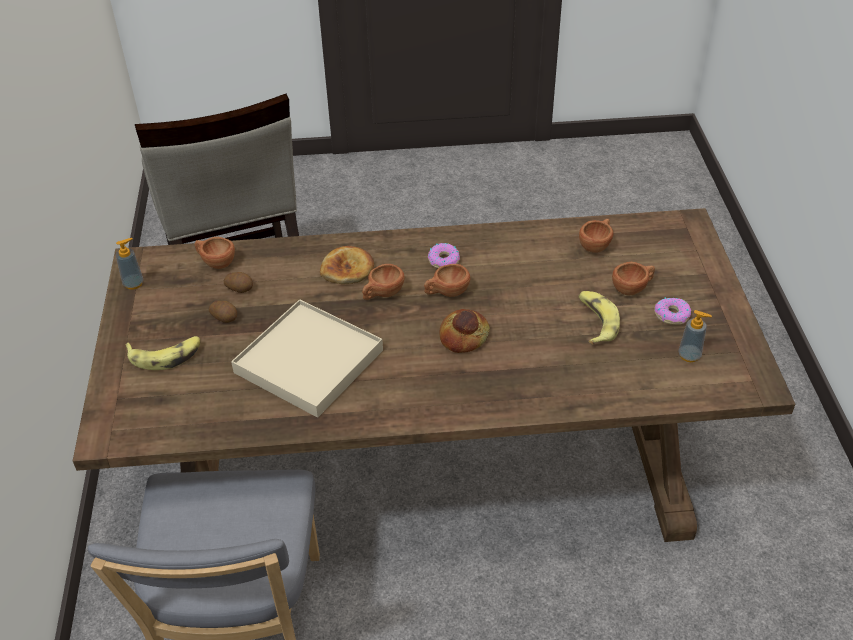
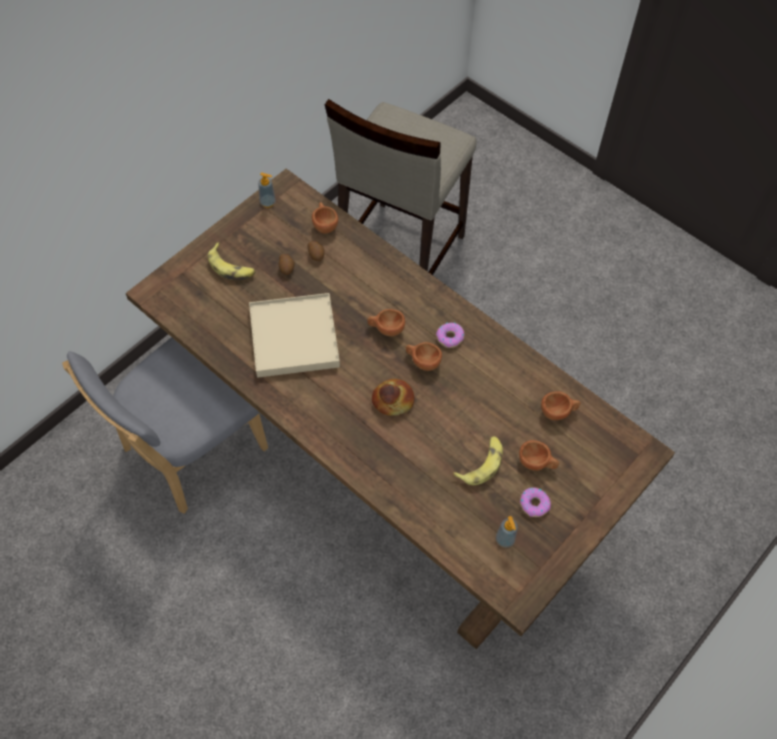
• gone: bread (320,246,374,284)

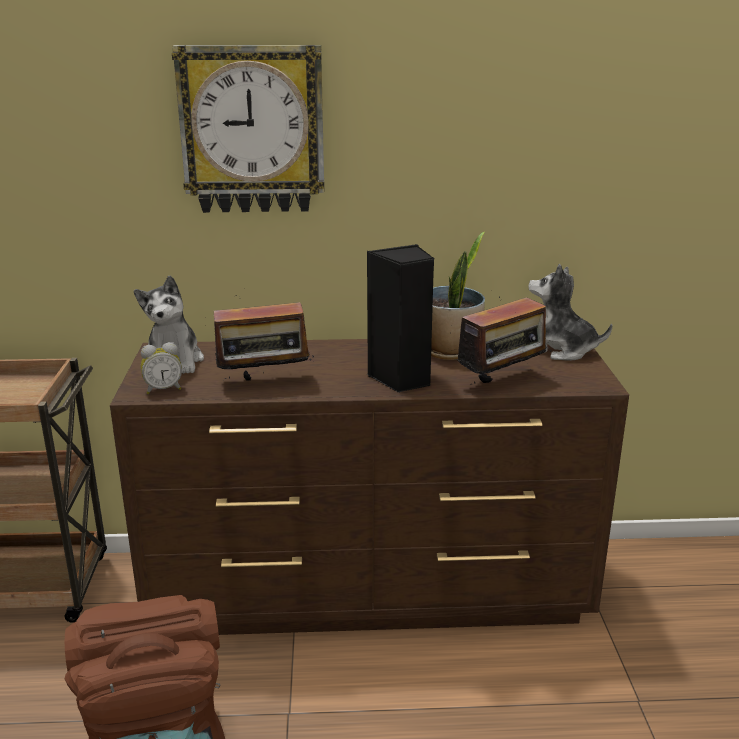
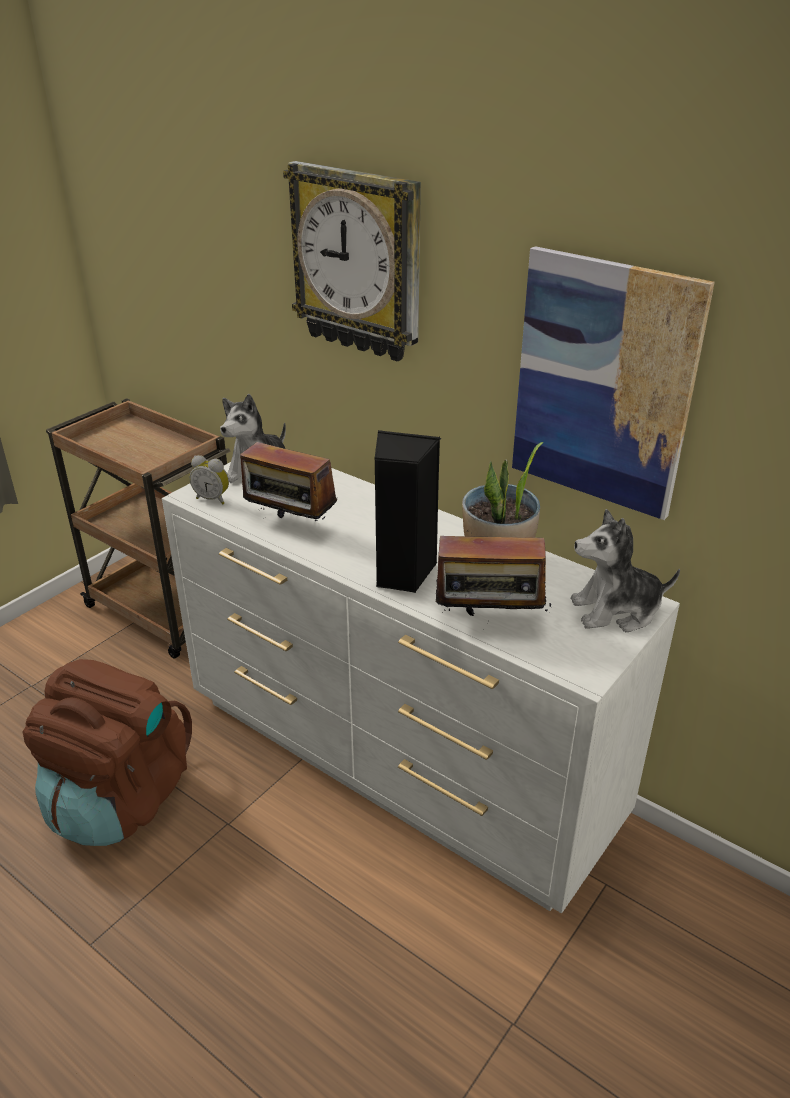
• rotated: plush toy (528,264,613,361) = (570,509,680,632) 75 degrees counterclockwise
• repainted: drawer chest (brown-coloured) (110,339,629,635) to drawer chest (white-coloured) (162,462,680,913)
• new: wall art (512,246,715,520)

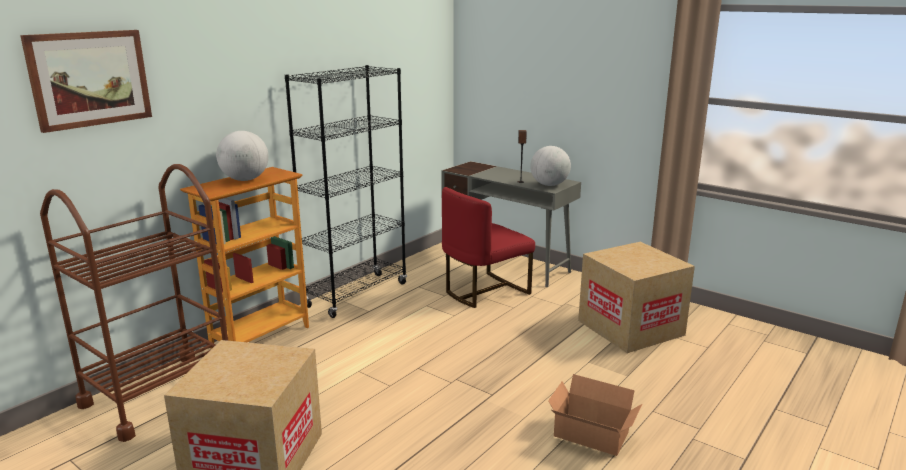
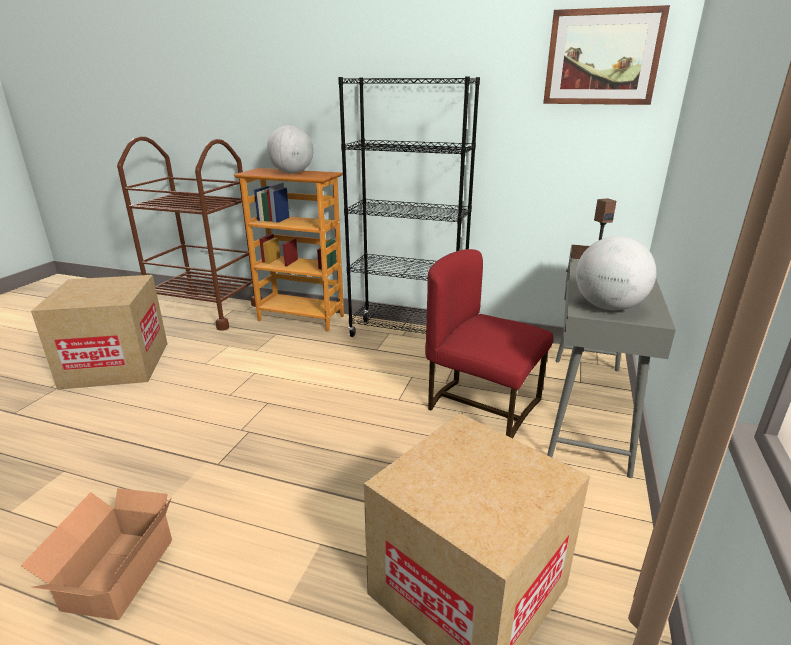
• shifted: wall art (20,30,152,133) to (543,5,670,105)

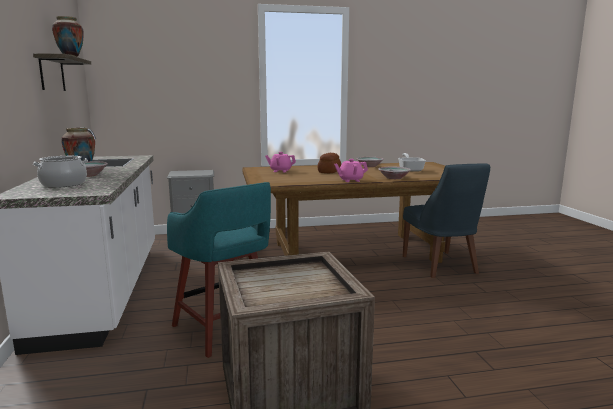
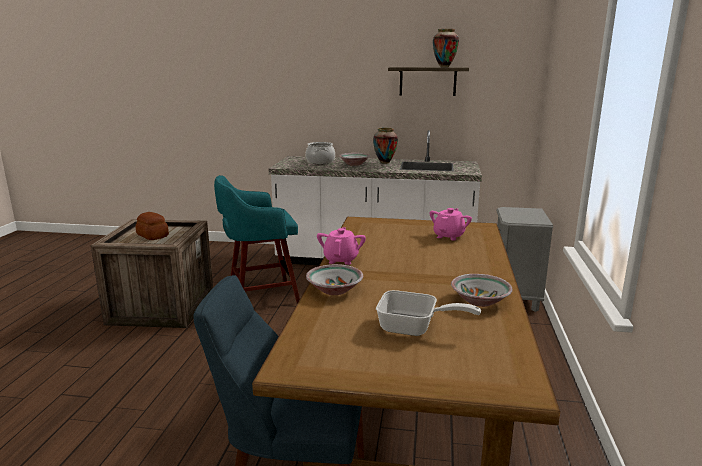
• shifted: bread (318,153,341,173) to (135,212,169,240)

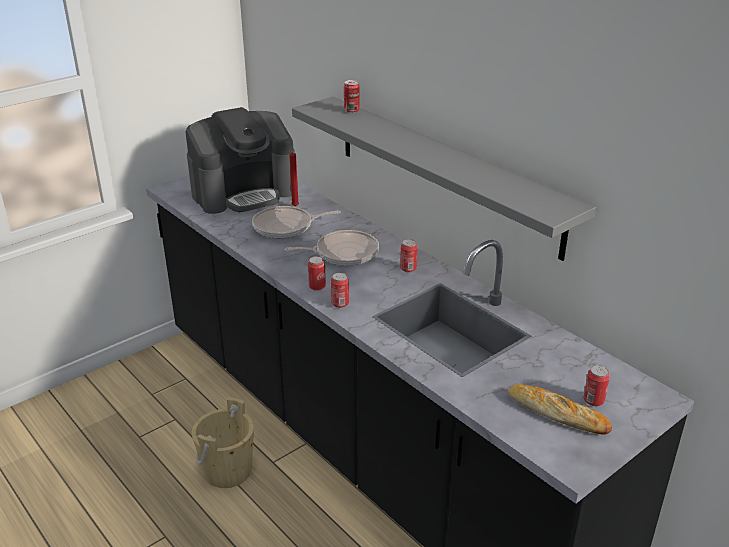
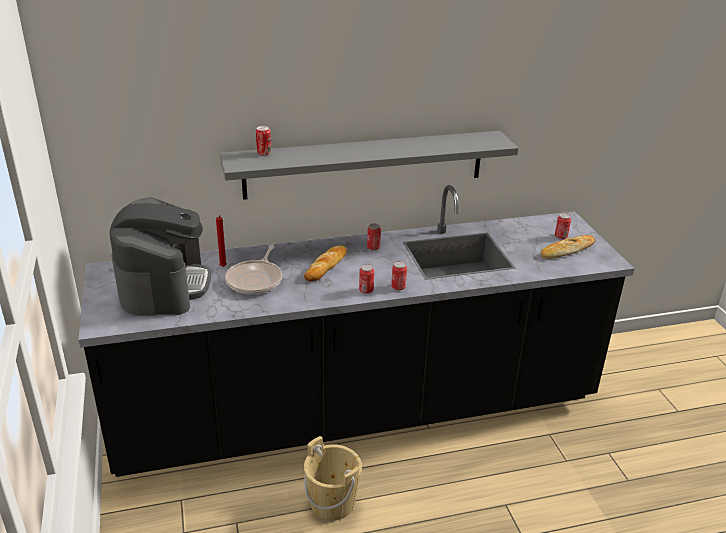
• swapped: frying pan (285,230,379,266) to bread (304,245,347,282)

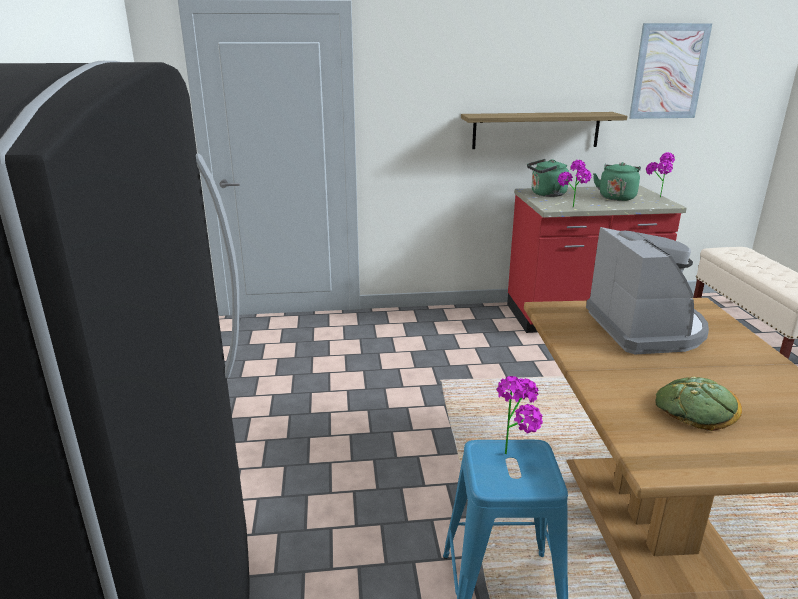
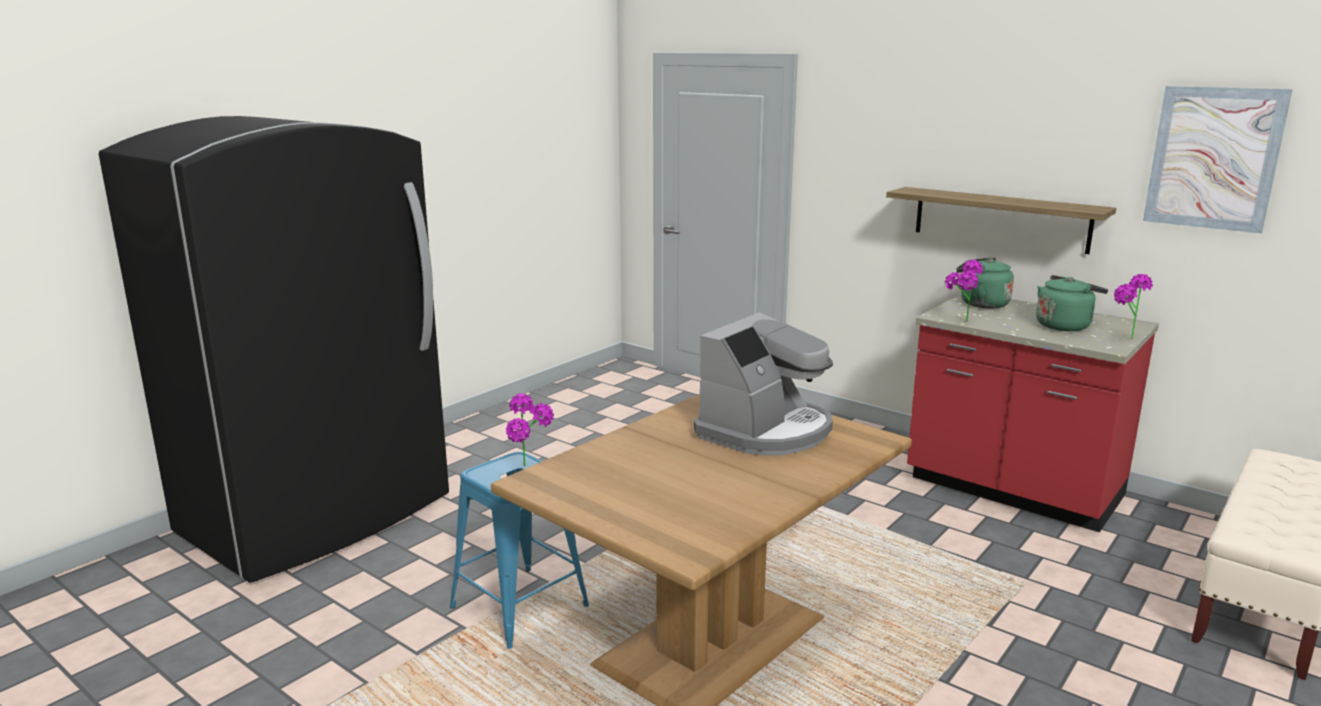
• gone: bread (656,377,742,431)

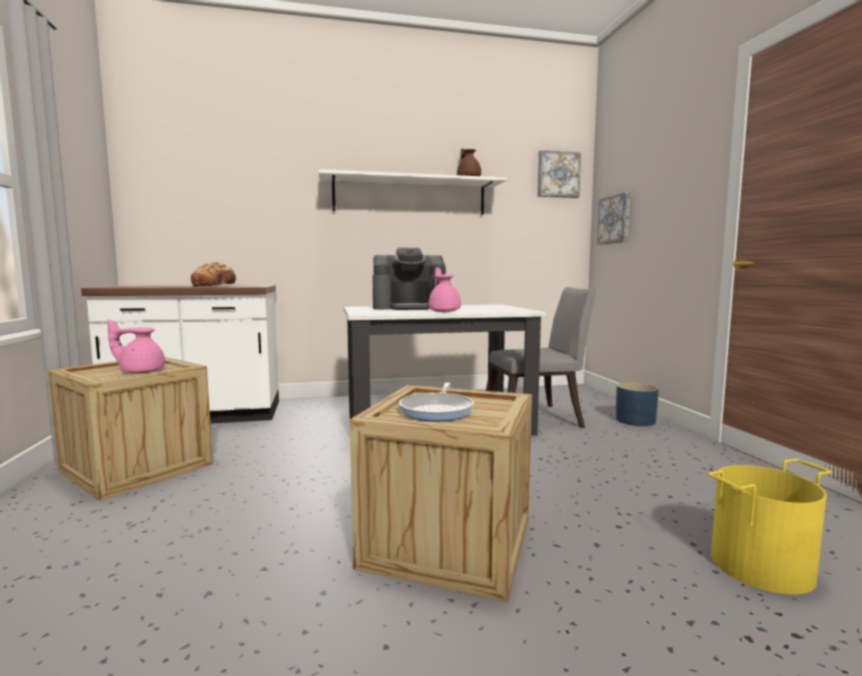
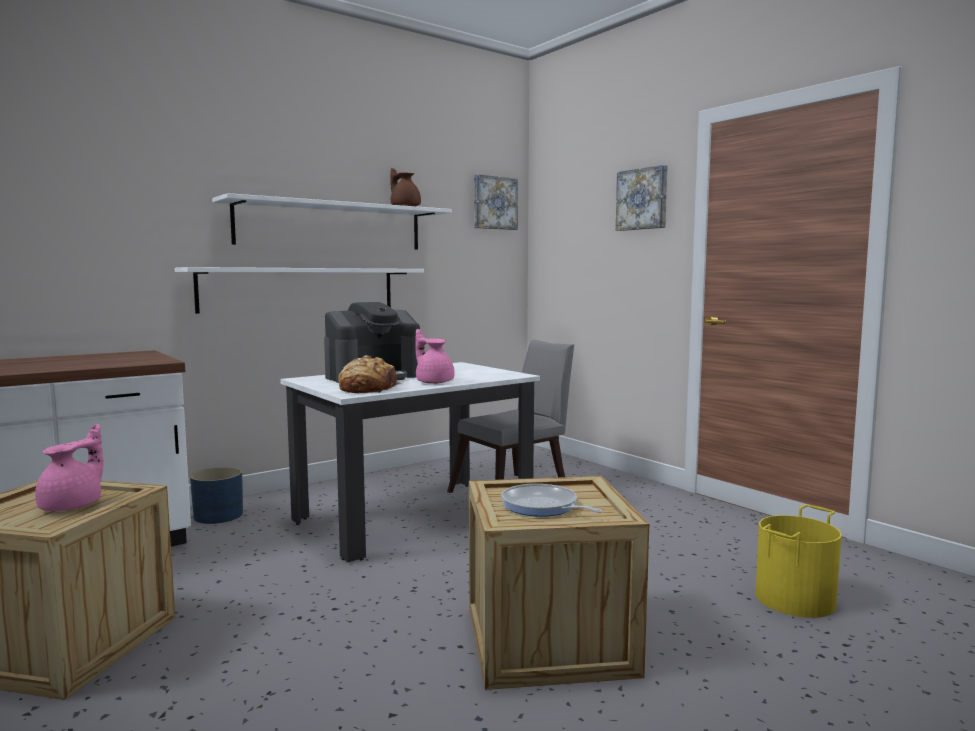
• shifted: wall art (597,192,630,245) to (616,165,668,231)
• shifted: bread (191,262,238,287) to (338,355,404,393)
• rotated: tea pot (pink-coloured) (107,319,165,373) = (35,424,104,511) 135 degrees clockwise
• rotated: frying pan (399,382,474,421) = (501,484,603,517) 150 degrees clockwise
• shifted: planter (blue) (616,382,659,426) to (190,467,243,524)
• new: bracket shelf (white-coloured) (175,267,424,314)

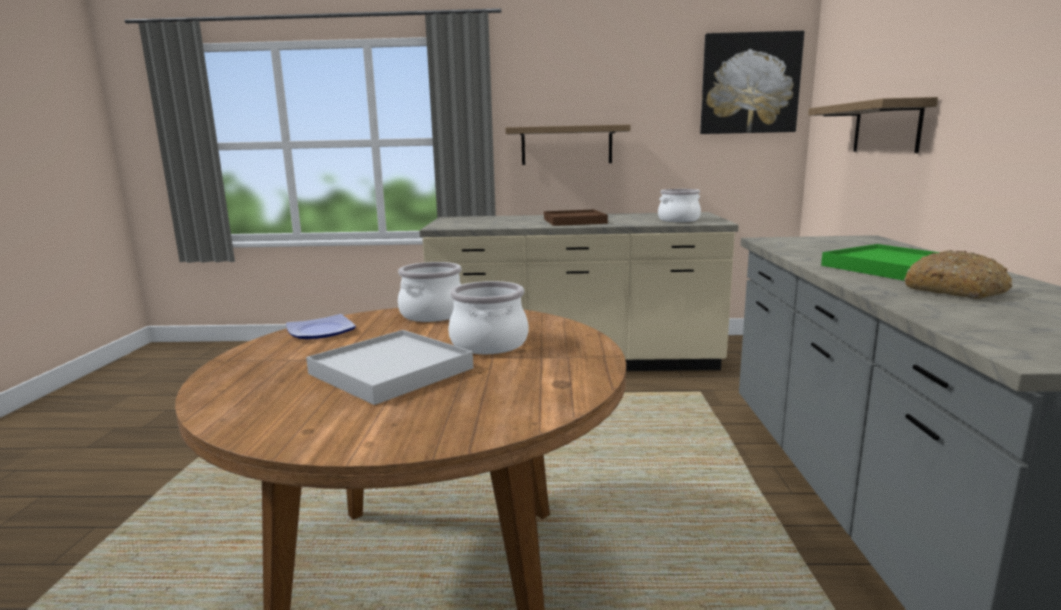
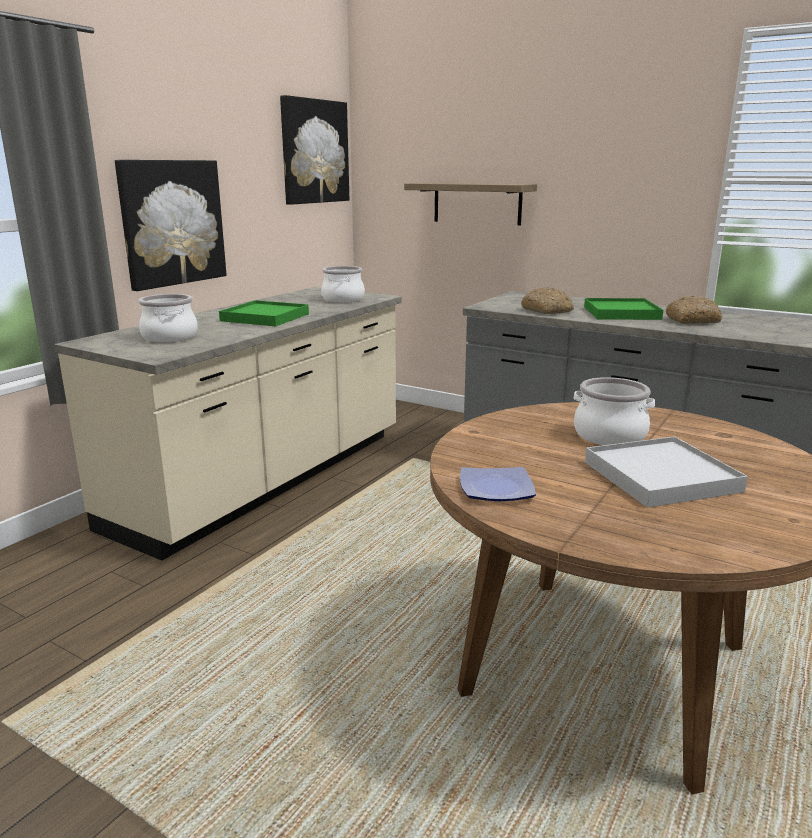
• swapped: bracket shelf (505,125,631,165) to wall art (115,160,227,291)
• repainted: carrying tray (brown-coloured) (544,209,608,226) to carrying tray (greenish) (219,300,309,326)
• shifted: stockpot (398,262,462,322) to (139,294,198,342)
• new: bread (521,287,574,314)

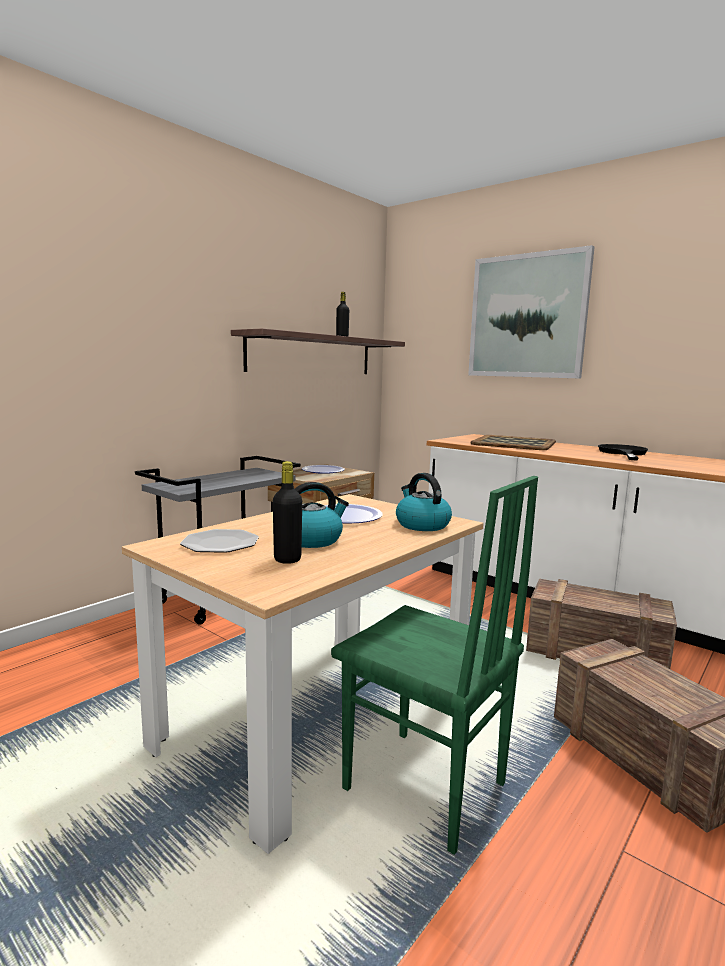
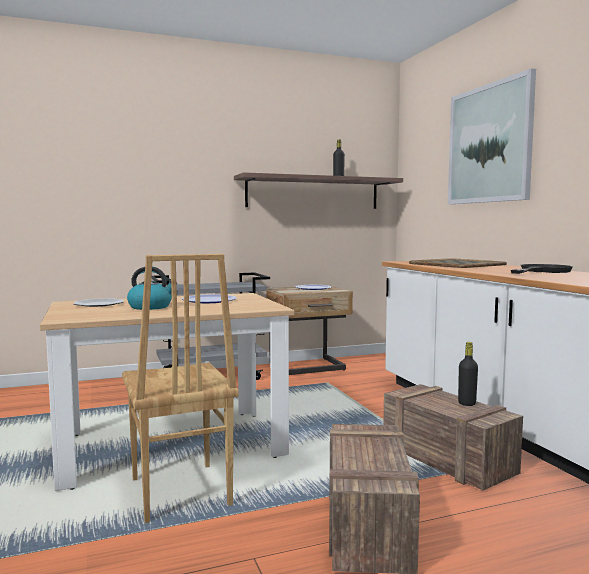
• shifted: drink bottle (black-coloured) (273,461,302,564) to (458,342,478,406)
• gone: kettle (396,473,452,531)
• repainted: upright chair (greenish) (331,476,538,855) to upright chair (brown-coloured) (122,254,239,523)

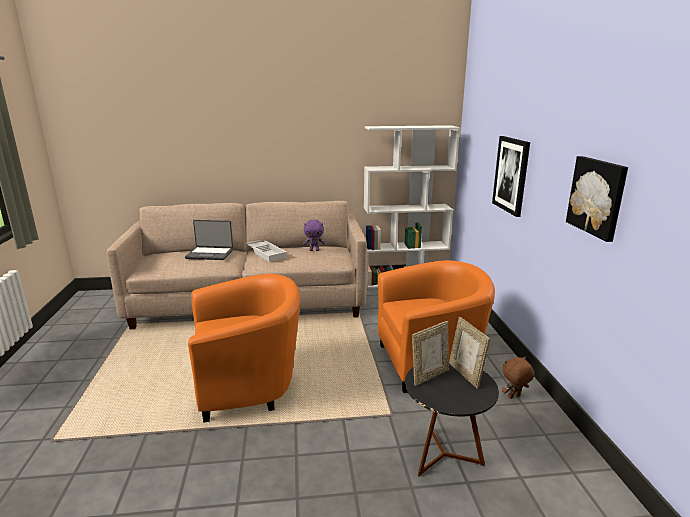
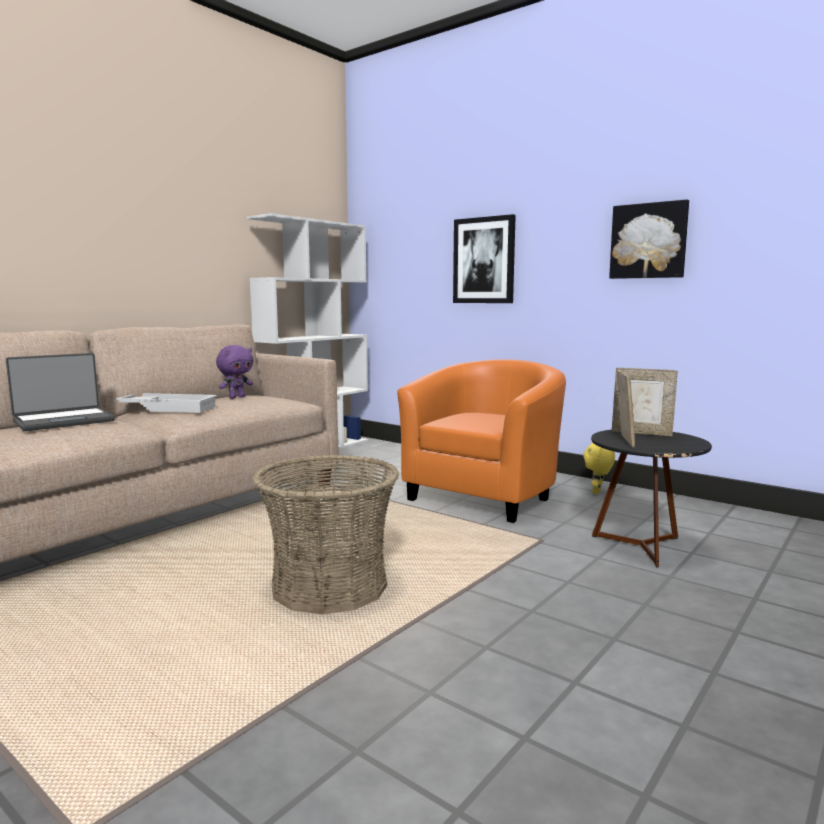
• swapped: easy chair (orange-coloured) (188,274,300,423) to storage basket (252,454,399,614)
• repainted: plush toy (brown-coloured) (502,357,534,399) to plush toy (yellow) (583,443,615,494)

